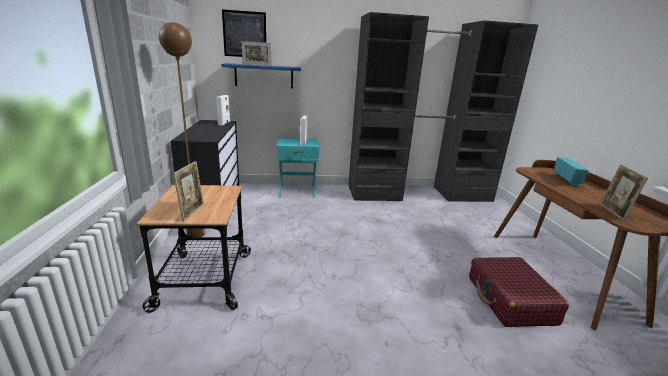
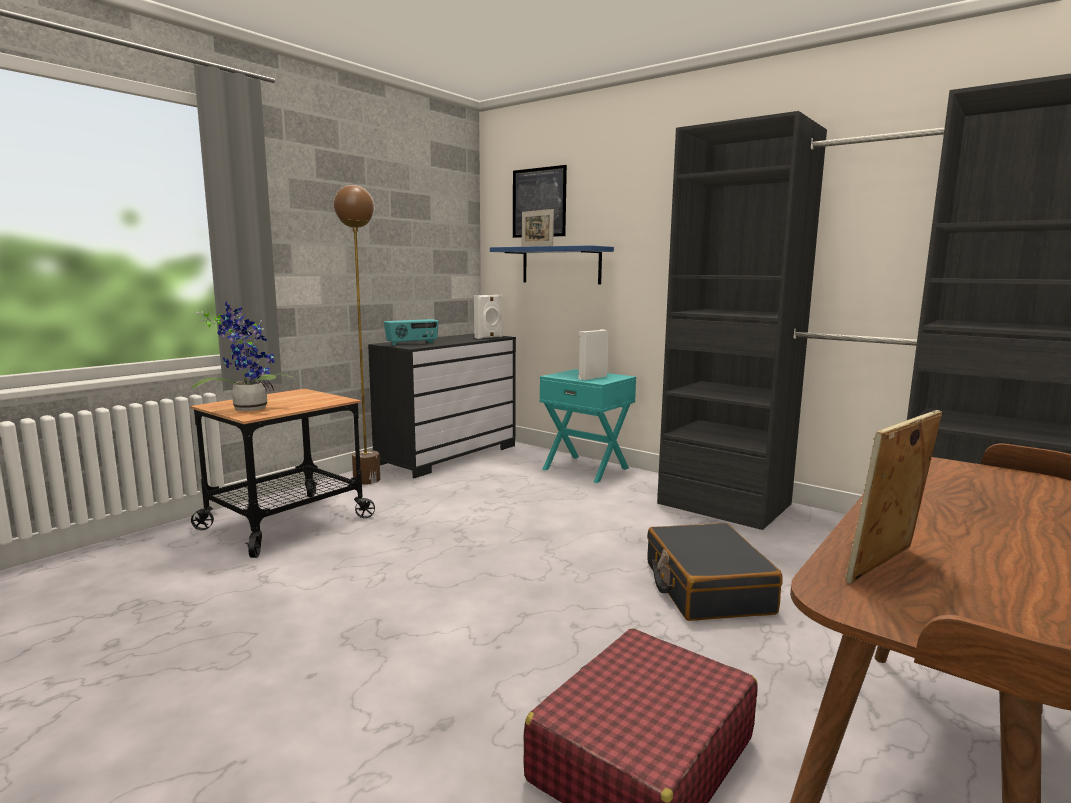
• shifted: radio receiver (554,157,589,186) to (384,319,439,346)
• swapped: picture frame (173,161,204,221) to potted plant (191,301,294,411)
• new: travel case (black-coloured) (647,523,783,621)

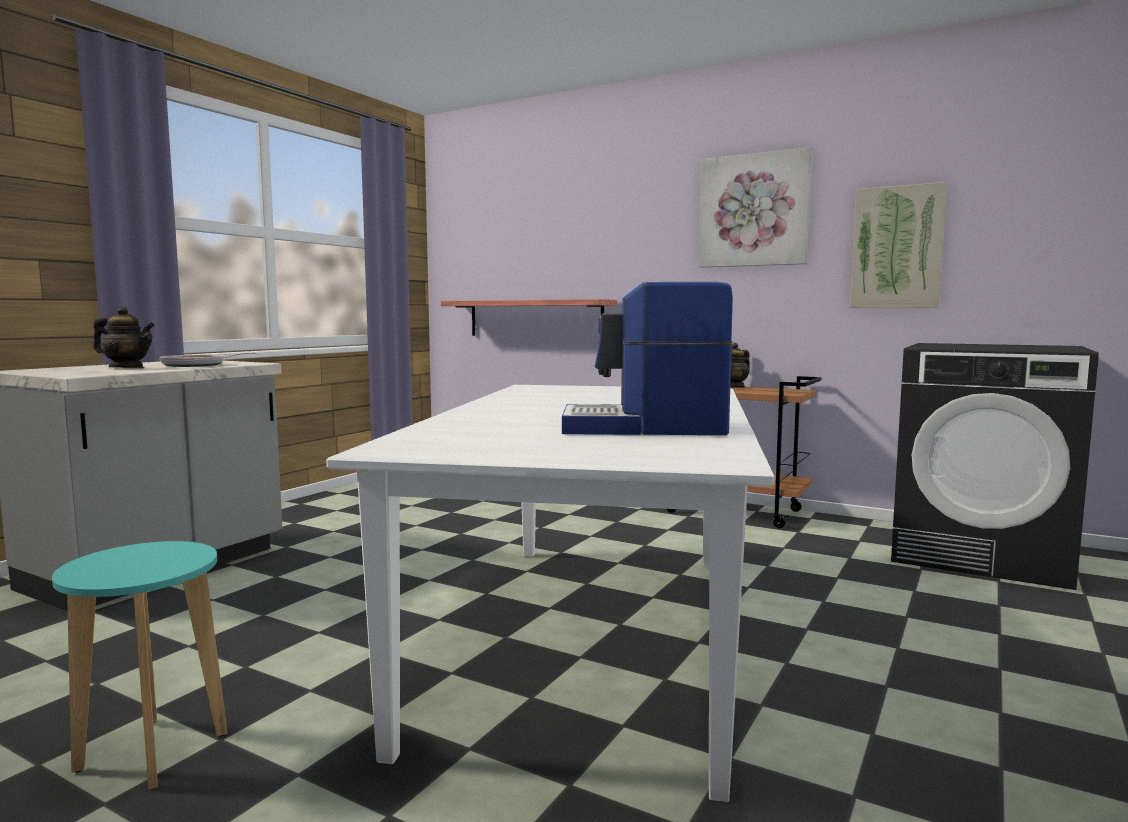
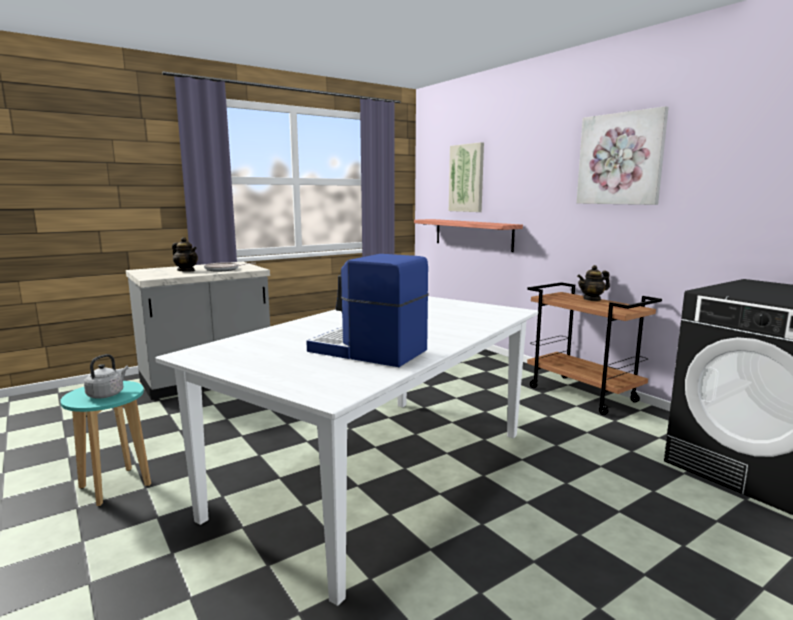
• shifted: wall art (850,182,947,308) to (449,142,484,212)
• new: kettle (grey) (84,354,128,399)

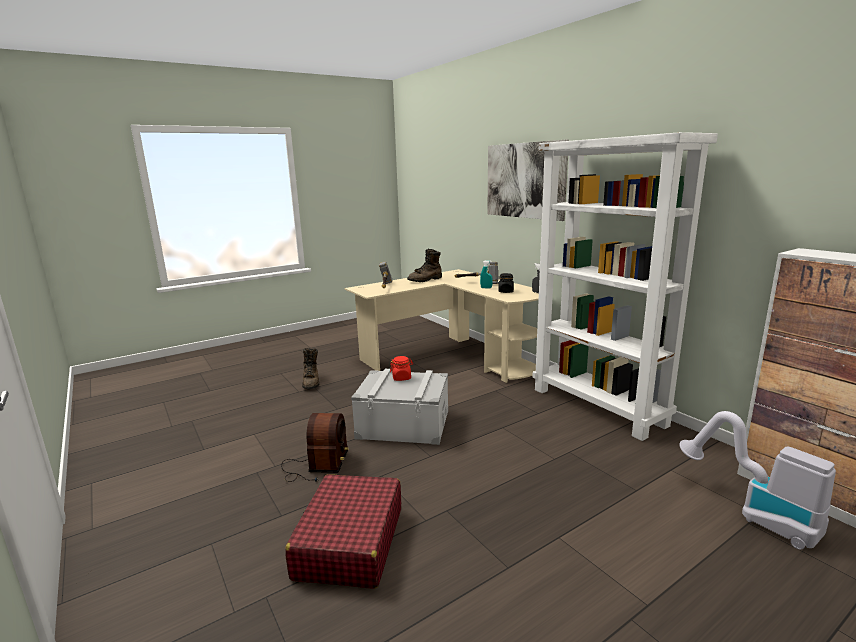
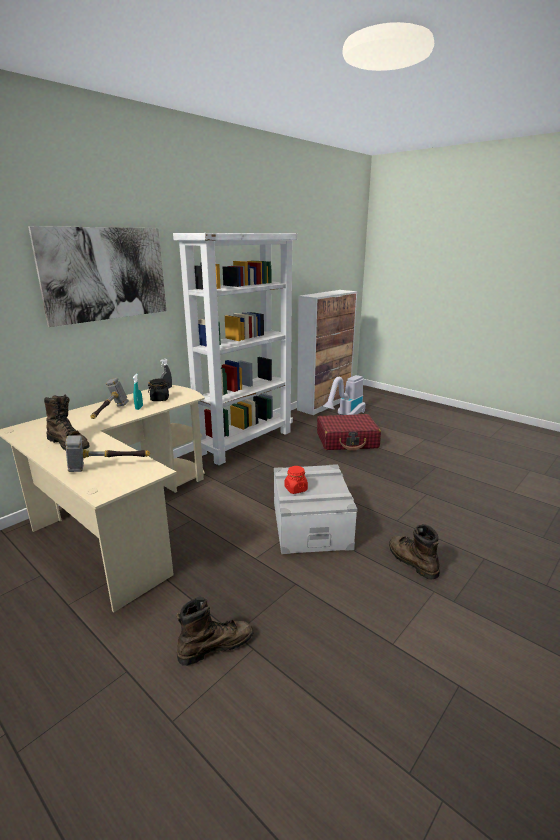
• swapped: radio receiver (281,413,349,482) to boot (brown-coloured) (389,524,440,580)
• shifted: travel case (red) (285,474,401,589) to (317,414,381,451)

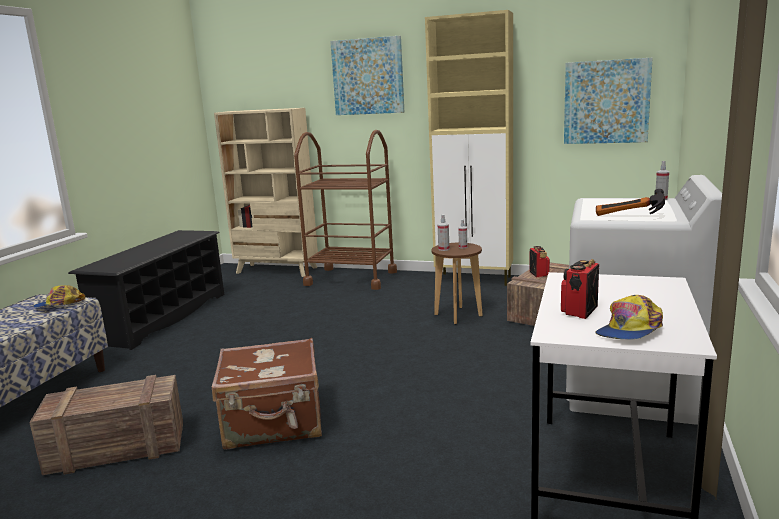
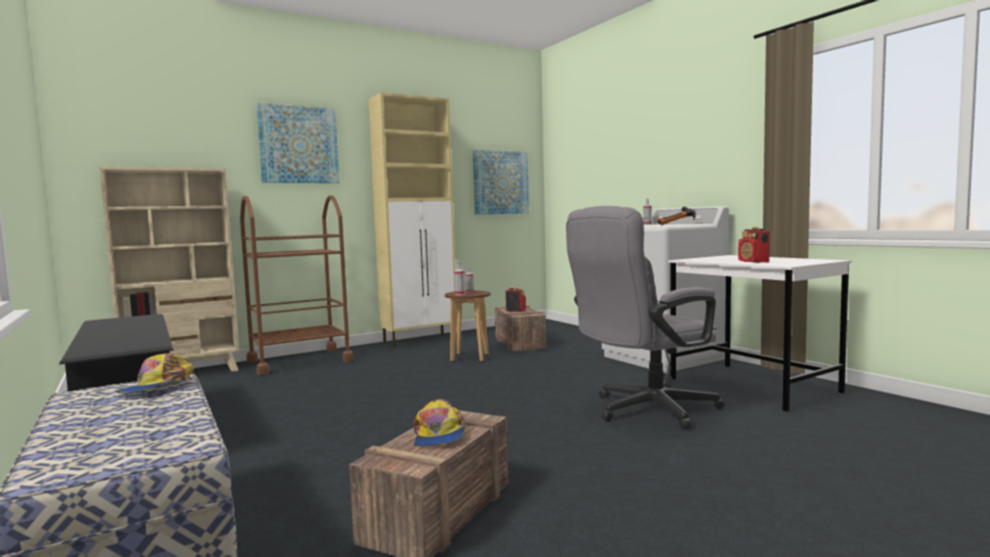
• shifted: peaked cap (595,295,663,339) to (414,399,466,447)
• gone: travel case (brown-coloured) (212,338,322,450)
• new: computer chair (grey) (566,206,724,429)

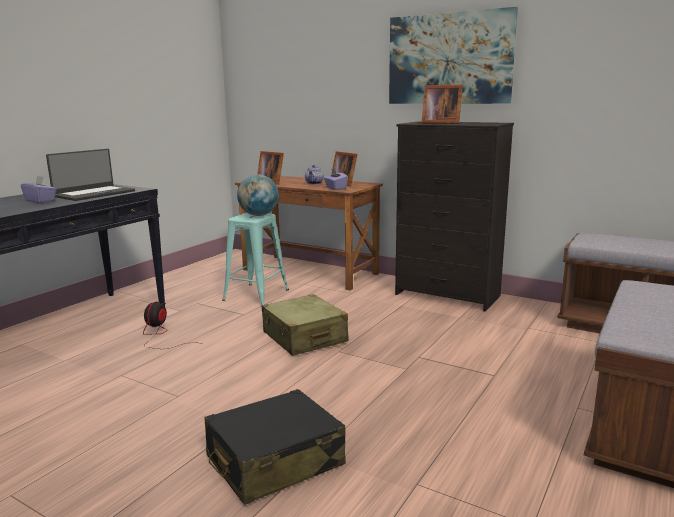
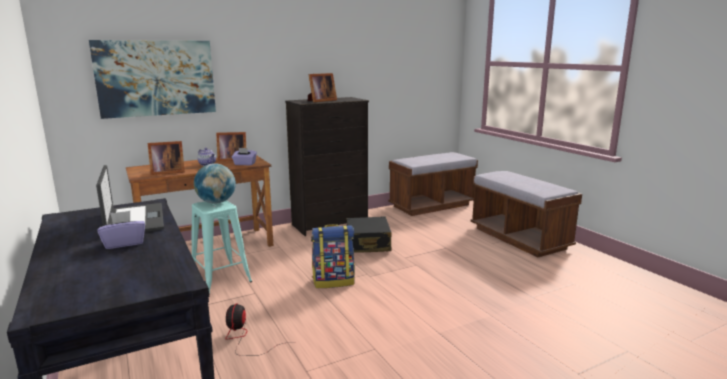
• shifted: wall art (389,7,518,104) to (89,40,216,119)
• swapped: travel case (beige) (262,294,349,356) to knapsack (311,224,355,288)
• rotated: fan (143,302,203,349) = (225,303,295,356) 45 degrees clockwise
• shifted: travel case (black-coloured) (204,389,346,505) to (346,217,392,253)

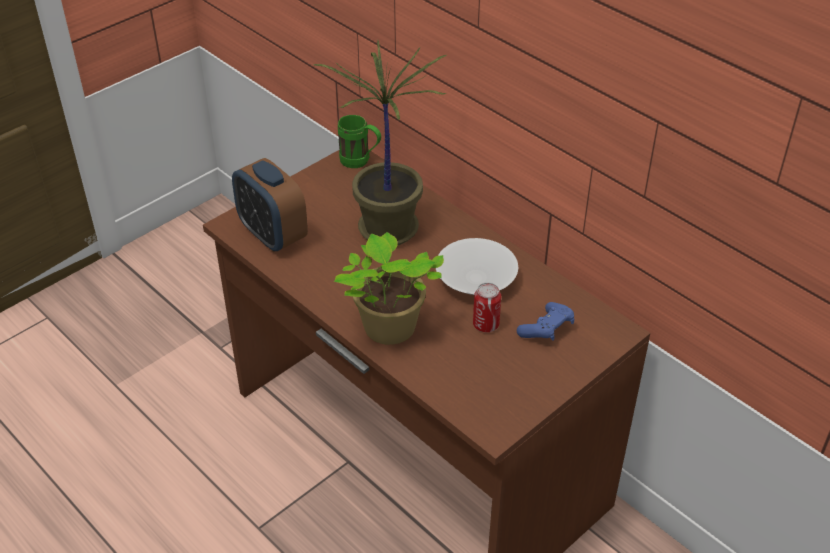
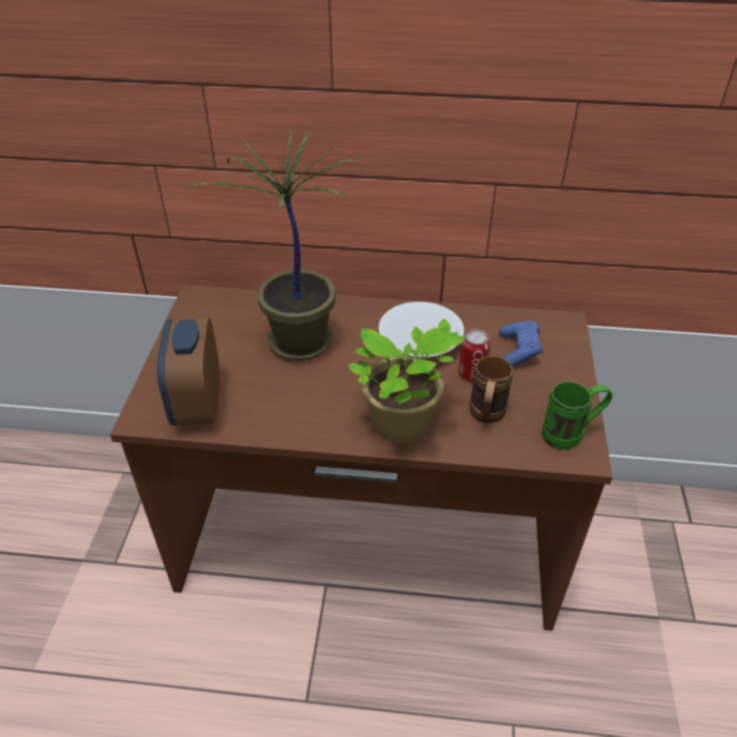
• shifted: coffee mug (greenish) (338,115,381,168) to (542,381,612,450)
• rotated: bedside clock (232,158,308,252) = (157,317,220,426) 75 degrees clockwise
• new: coffee mug (brown-coloured) (470,356,513,423)

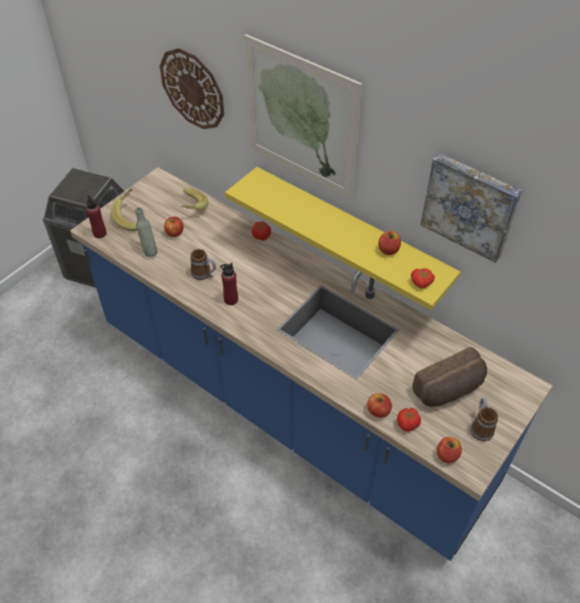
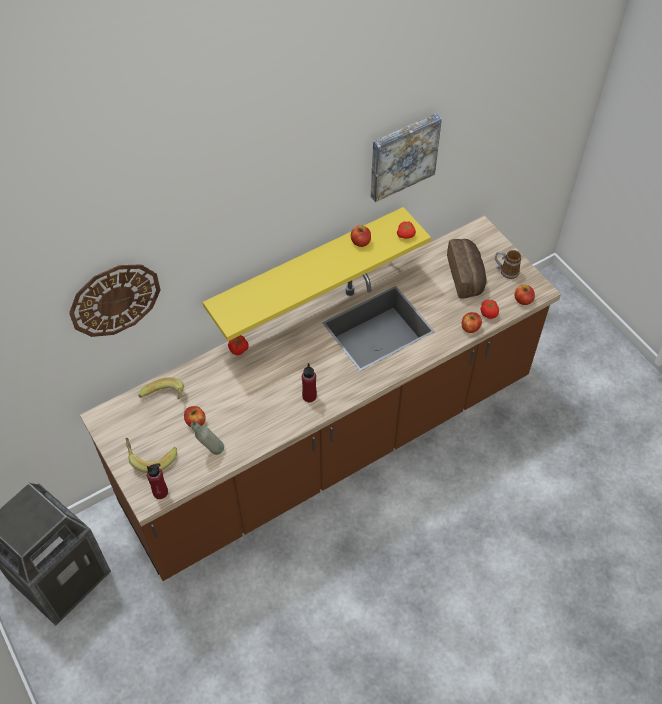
• gone: wall art (244,34,362,199)
• repainted: kitchen base unit (blue) (70,167,553,561) to kitchen base unit (brown-coloured) (80,216,561,581)
• gone: coffee mug (190,249,216,280)

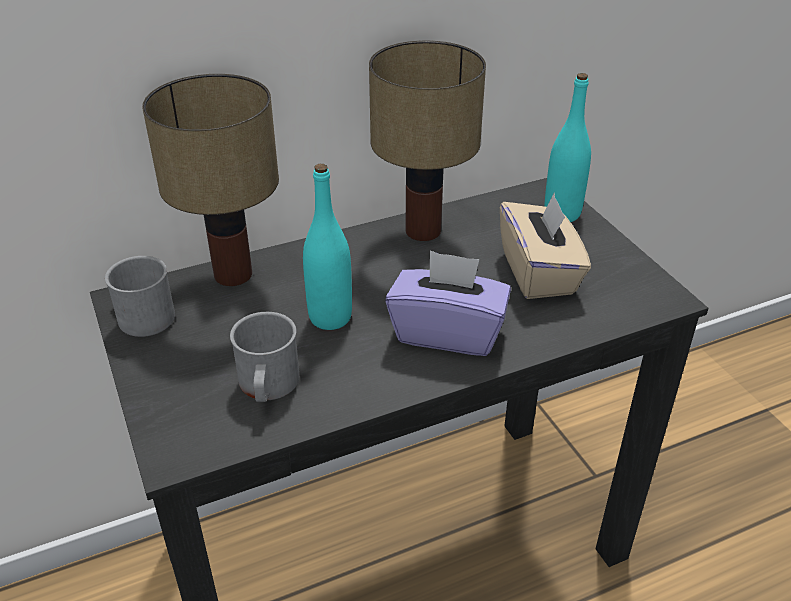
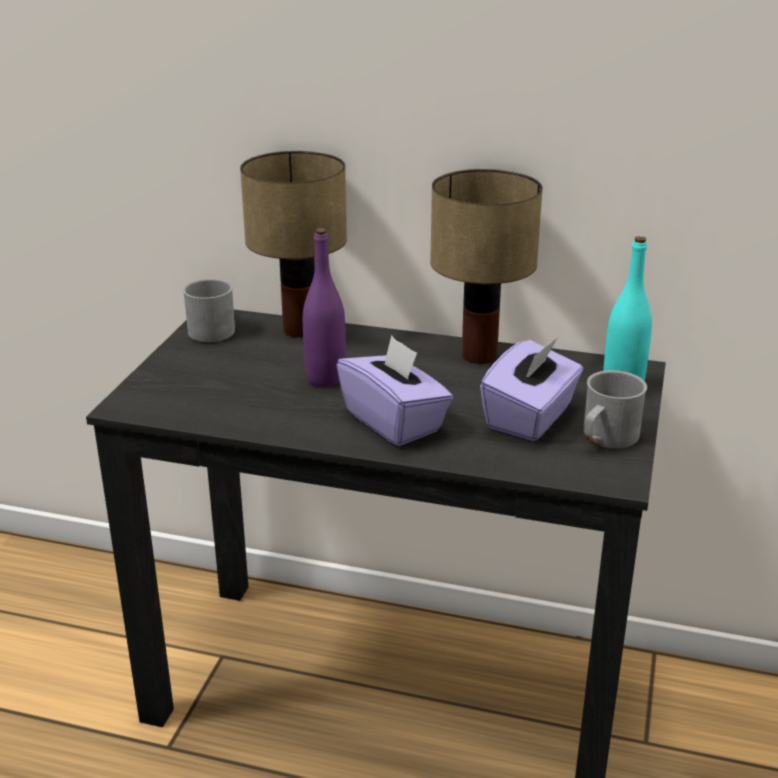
• repainted: drink bottle (turquoise-coloured) (303,164,352,330) to drink bottle (purple) (303,228,346,387)
• repainted: tissue holder (beige) (500,193,591,299) to tissue holder (purple) (480,338,583,441)
• shifted: coffee mug (grey) (230,312,299,402) to (583,370,647,448)

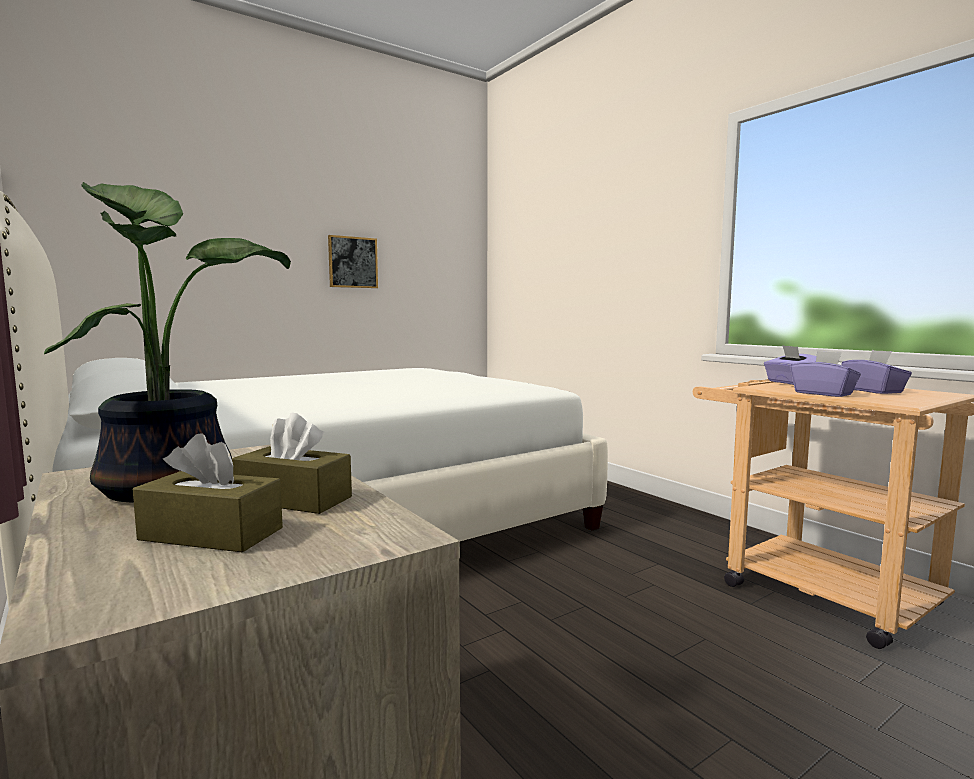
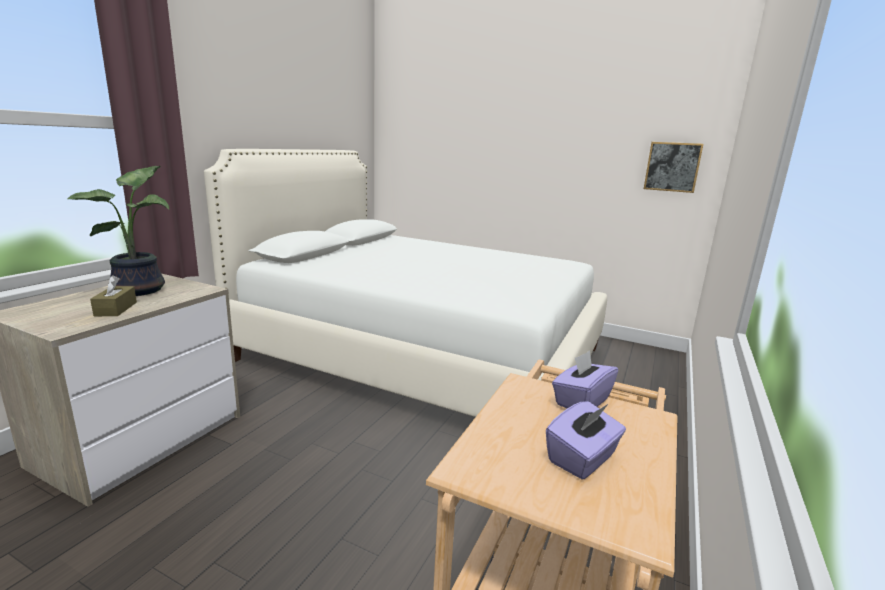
• shifted: wall art (328,235,378,288) to (644,142,703,193)
• gone: tissue holder (purple) (790,351,861,397)
• gone: tissue holder (brown-coloured) (133,433,283,552)

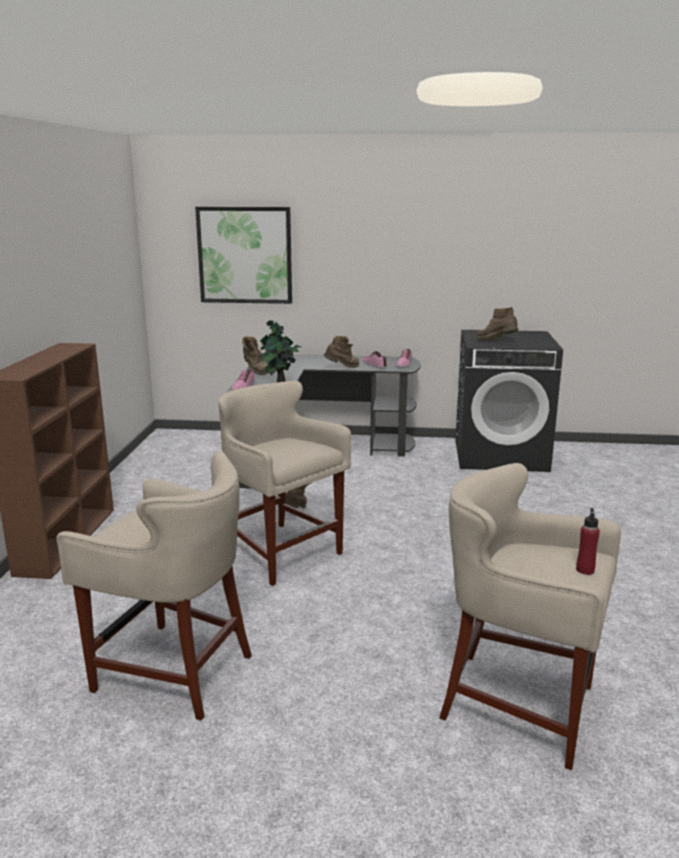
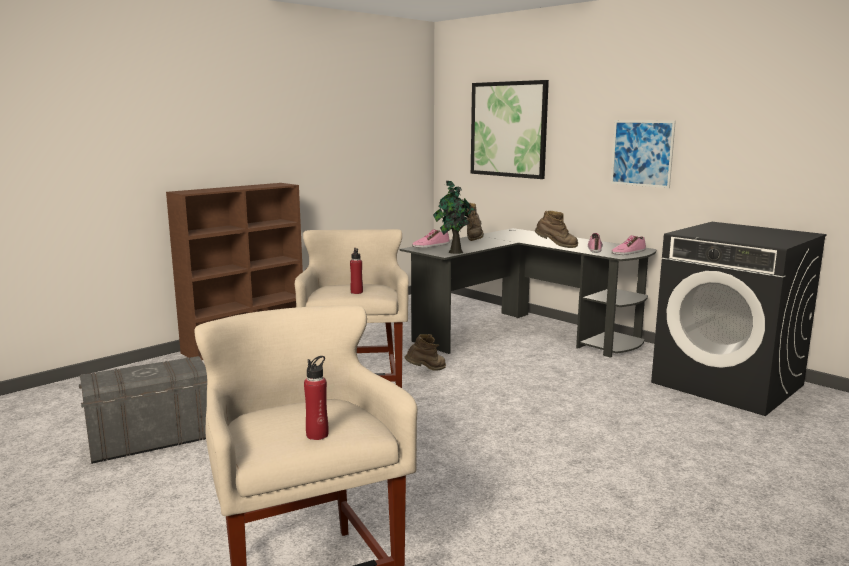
• gone: boot (brown-coloured) (476,307,518,340)
• swapped: stool seat (beige) (56,451,252,721) to storage container (grey) (79,356,207,464)
• new: wall art (611,120,676,188)
• new: drink bottle (red) (350,247,363,294)

